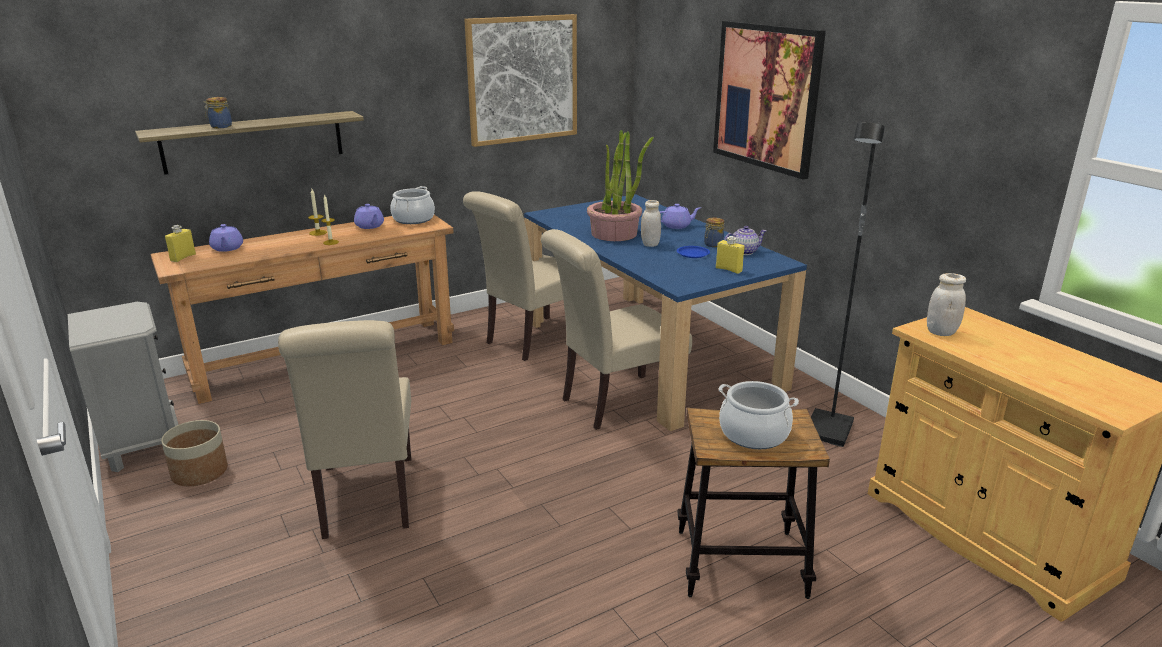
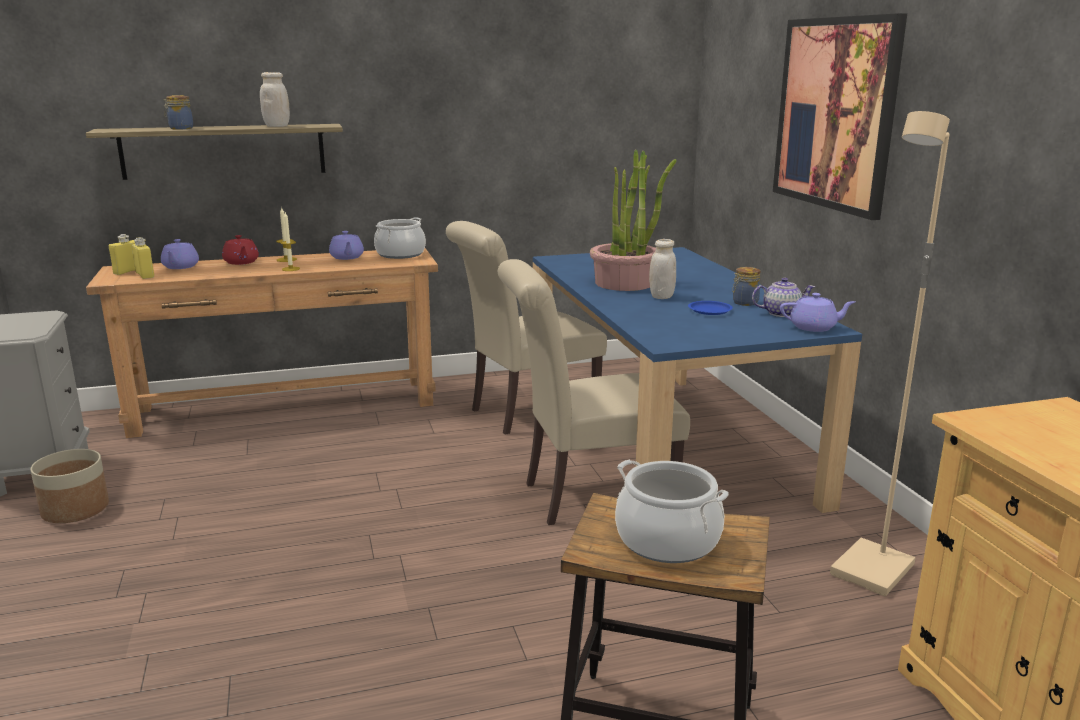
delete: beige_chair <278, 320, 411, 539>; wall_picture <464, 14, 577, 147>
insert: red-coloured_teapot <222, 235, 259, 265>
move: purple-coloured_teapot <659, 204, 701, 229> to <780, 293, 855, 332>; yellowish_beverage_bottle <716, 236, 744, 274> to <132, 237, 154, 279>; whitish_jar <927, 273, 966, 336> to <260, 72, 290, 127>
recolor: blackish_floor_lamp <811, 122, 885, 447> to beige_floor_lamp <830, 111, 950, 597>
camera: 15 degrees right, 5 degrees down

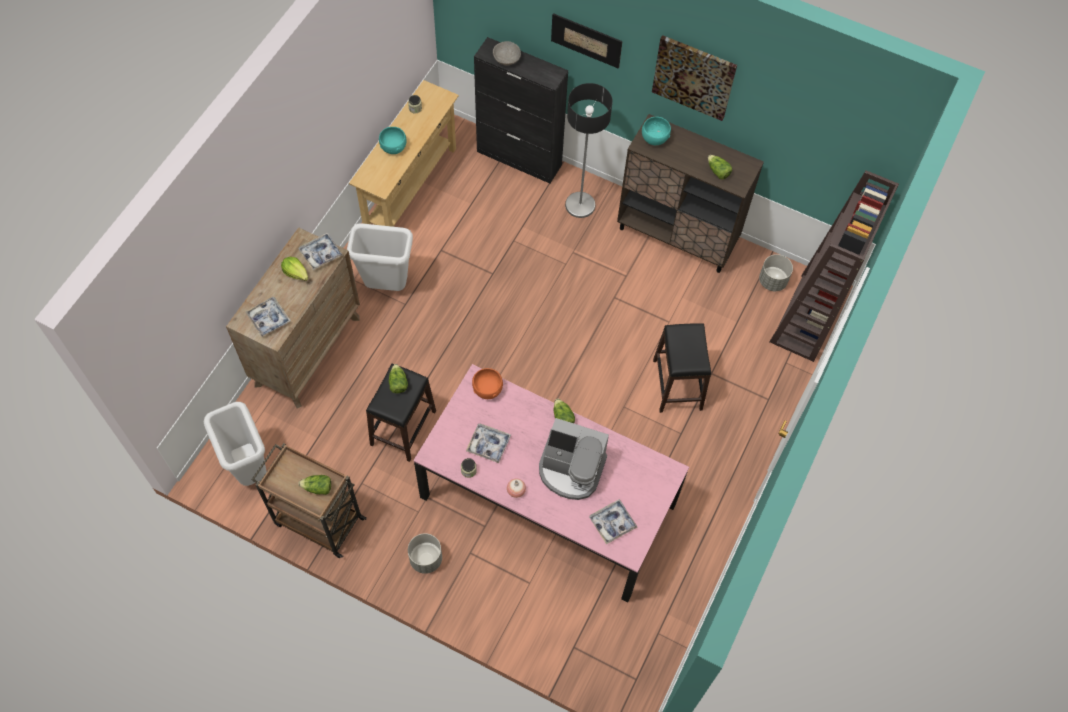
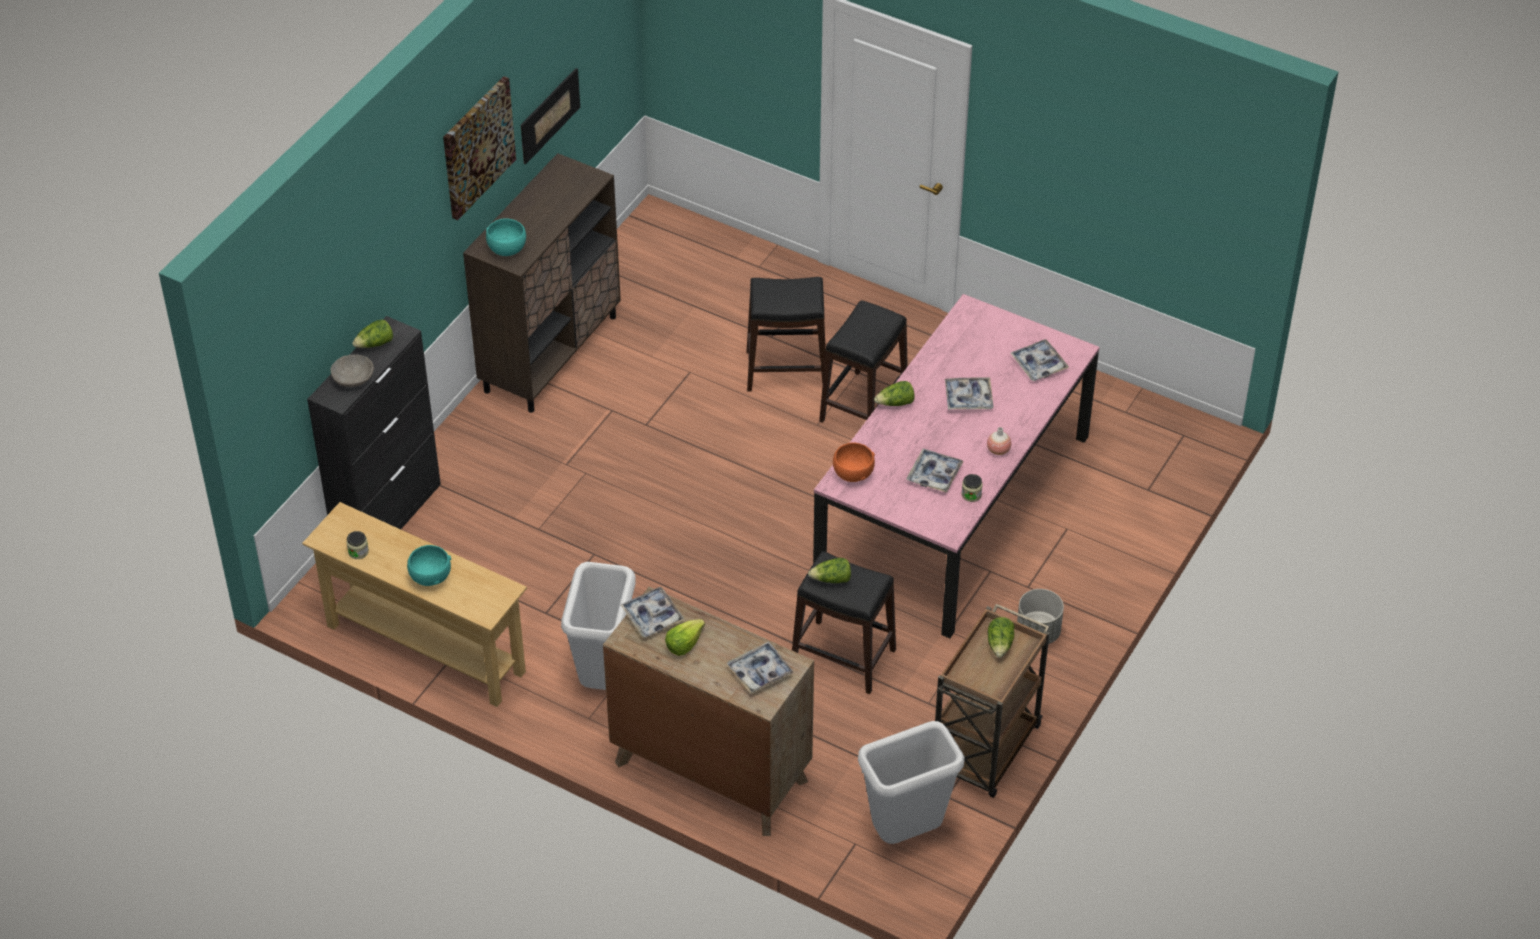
delete: floor_lamp <565, 83, 613, 218>; grey_planter <759, 254, 793, 291>; brownish_shelving_unit <770, 170, 899, 362>
insert: blackish_stool_seat <819, 300, 908, 423>
move: wall_picture <551, 13, 622, 69> to <521, 68, 580, 164>; head_of_lettuce <708, 155, 732, 180> to <352, 320, 393, 348>
replace: coffee_maker <539, 418, 609, 500> to tray <945, 377, 994, 410>
camera: 85 degrees left, 15 degrees down

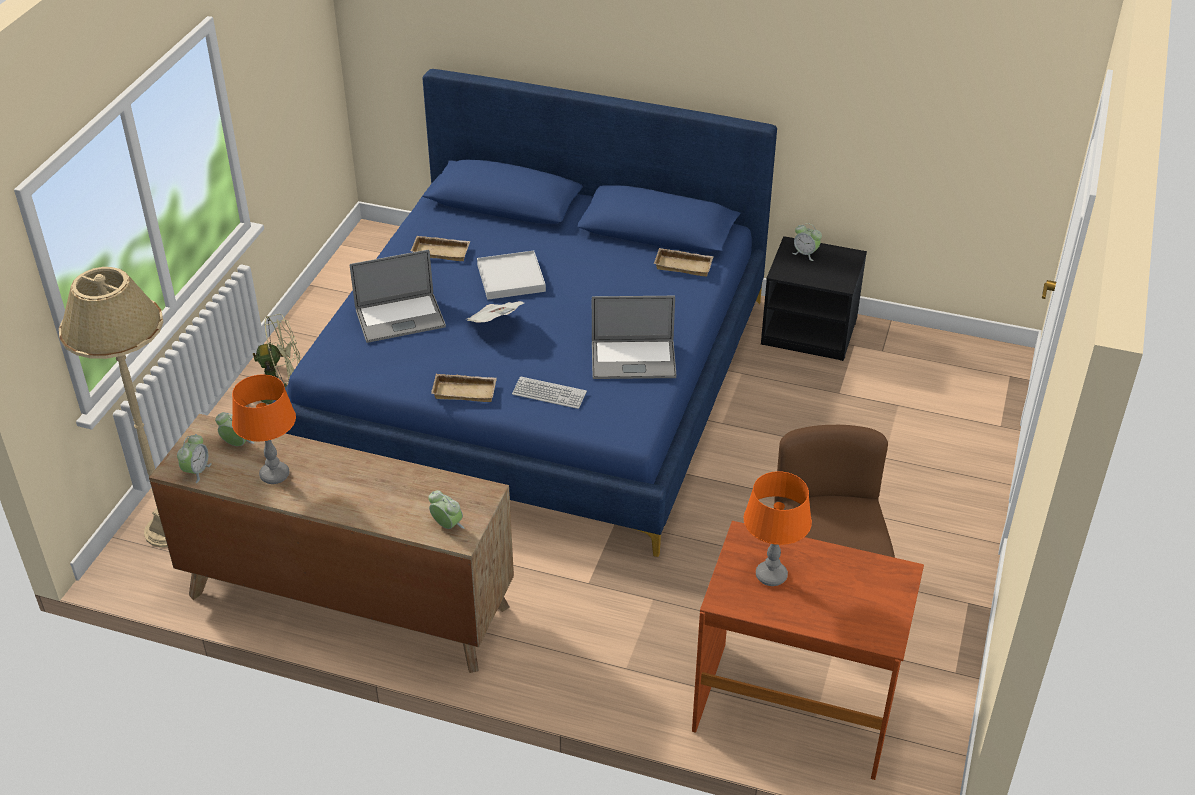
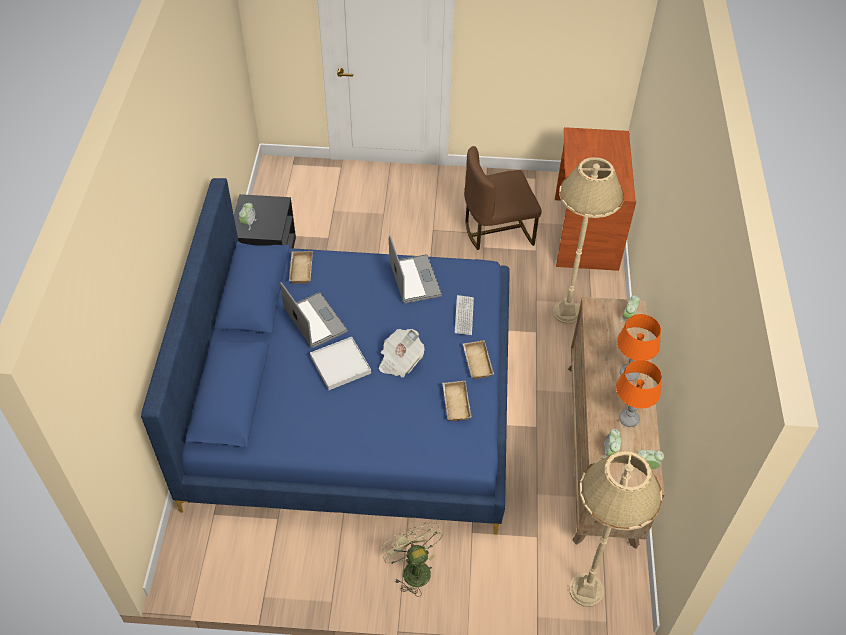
insert: beige_floor_lamp <553, 157, 624, 324>
move: laptop <350, 249, 446, 343> to <280, 282, 348, 348>; beige_tray <411, 236, 471, 261> to <442, 381, 472, 421>; orangey_lamp_for_a_table <744, 471, 812, 586> to <617, 314, 661, 381>
camera: 105 degrees left, 10 degrees up

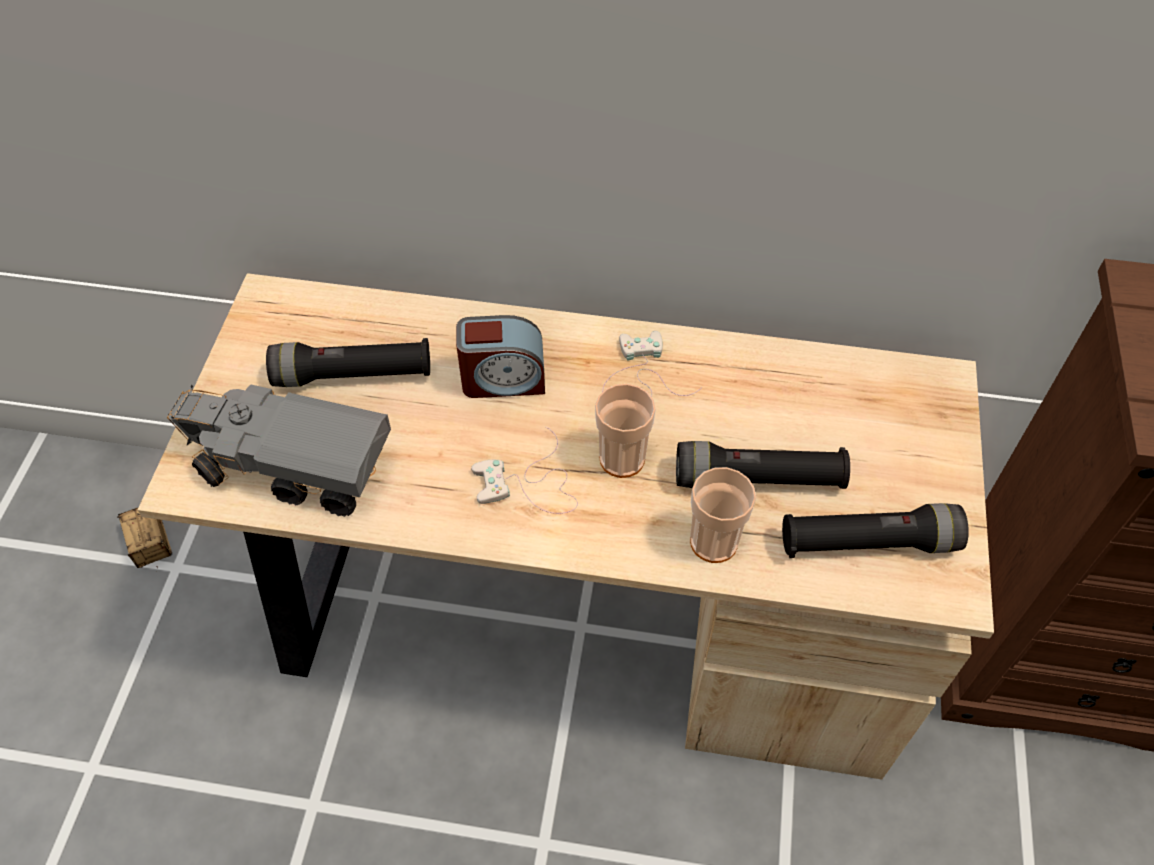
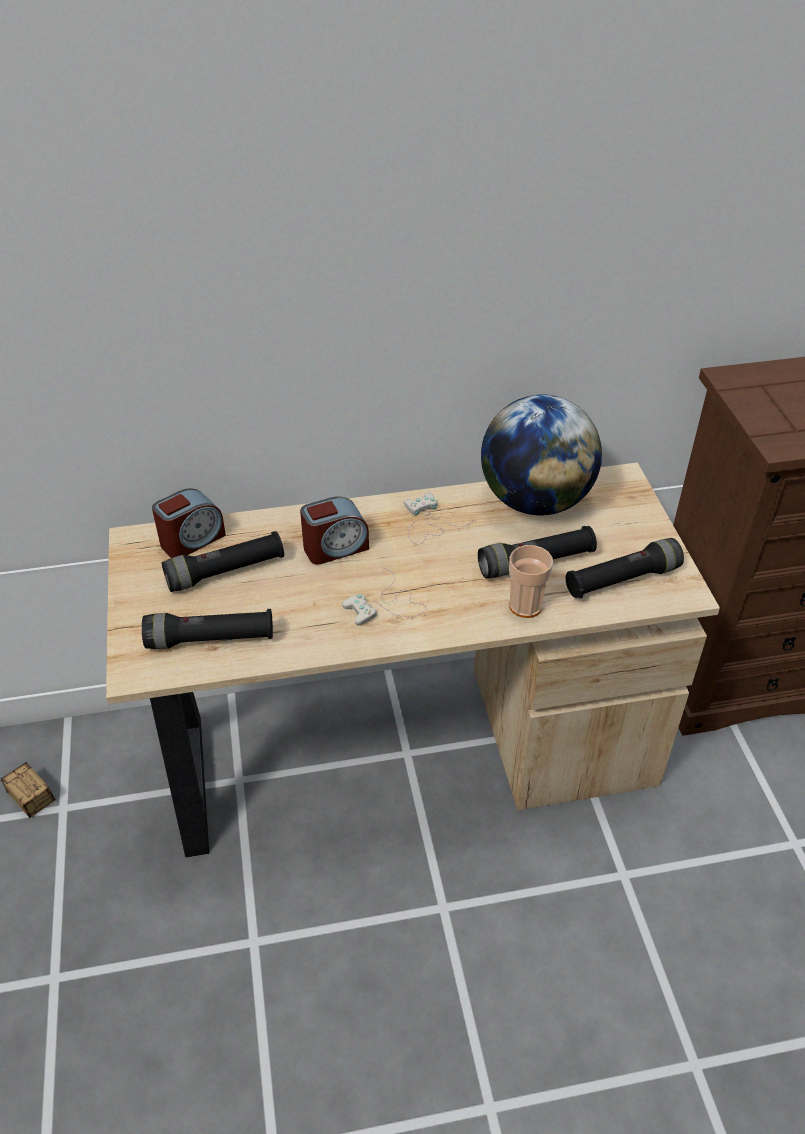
delete: small_cup <595, 384, 656, 478>
insert: bedside_clock <152, 488, 226, 558>; desk_globe <481, 394, 602, 515>
replace: toy_truck <167, 384, 391, 517> to blackish_flashlight <142, 609, 273, 649>
camera: 20 degrees left, 10 degrees down

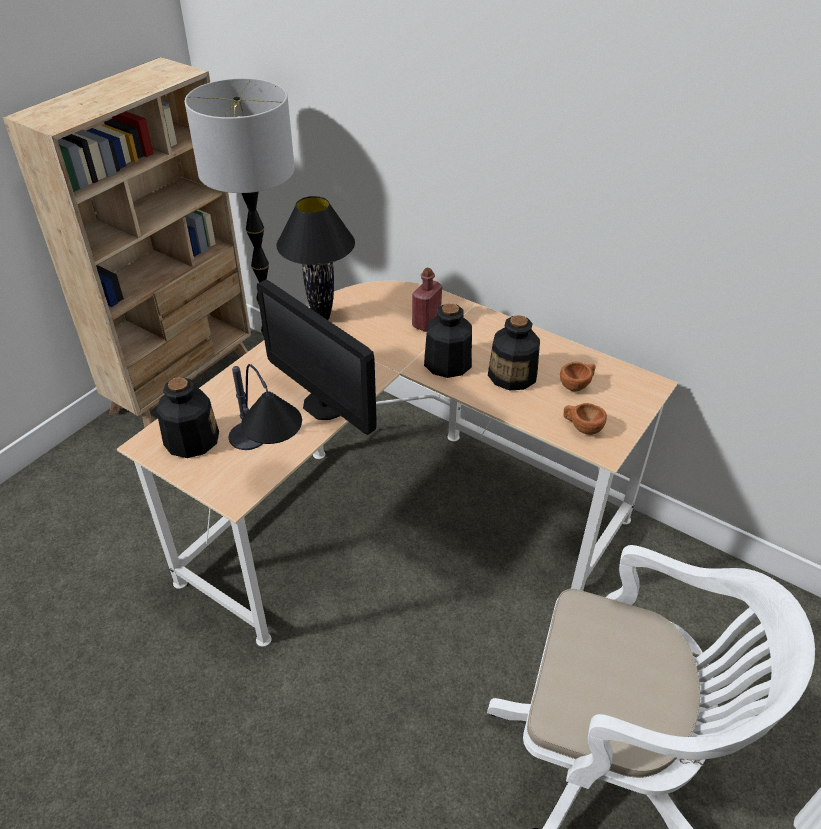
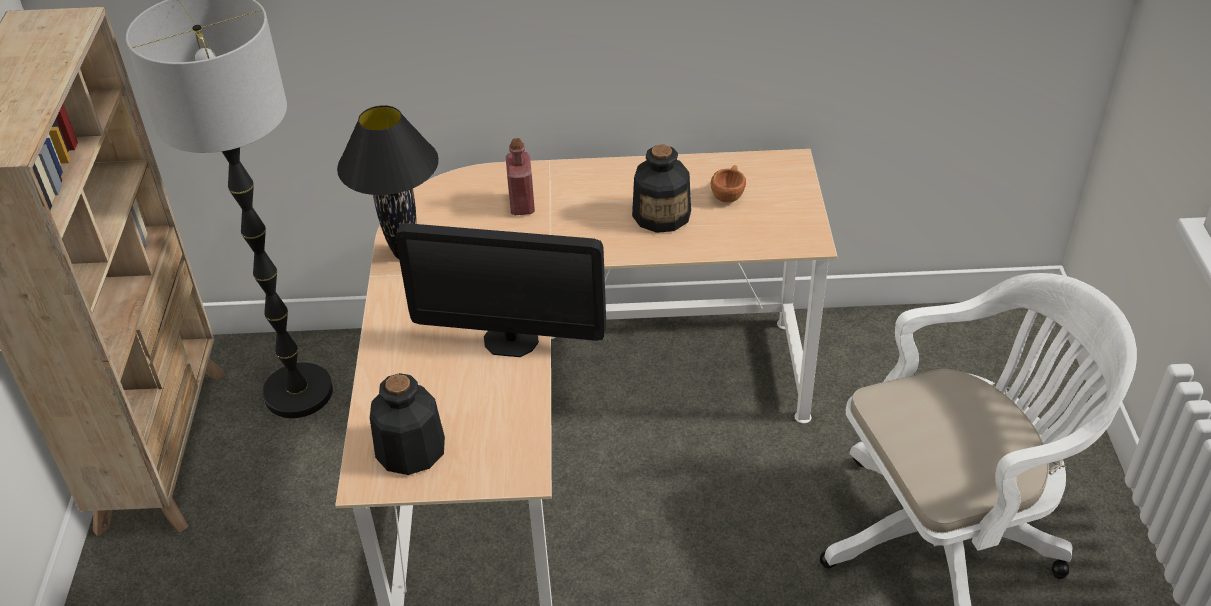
delete: lamp_for_a_table <229, 364, 302, 450>; beverage_bottle <424, 303, 472, 378>; brownish_small_cup <563, 403, 607, 435>
camera: 35 degrees left, 0 degrees up

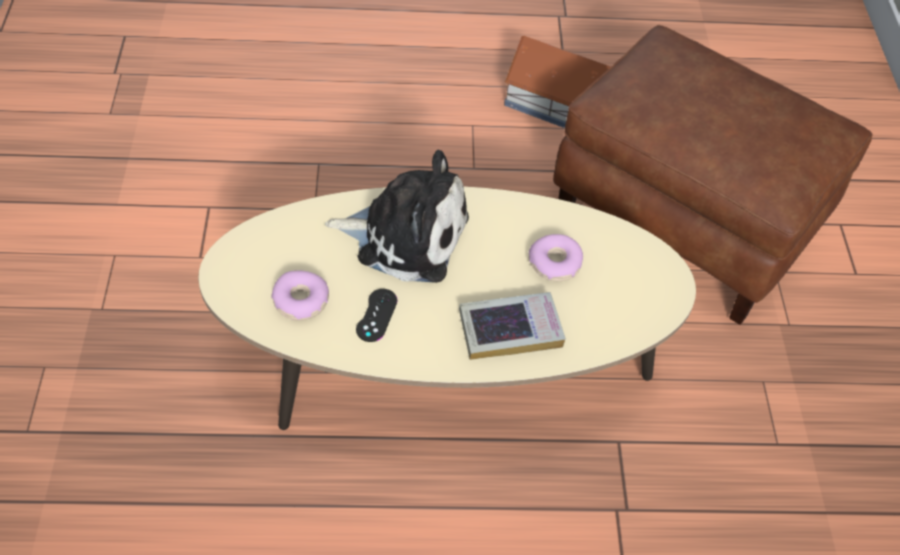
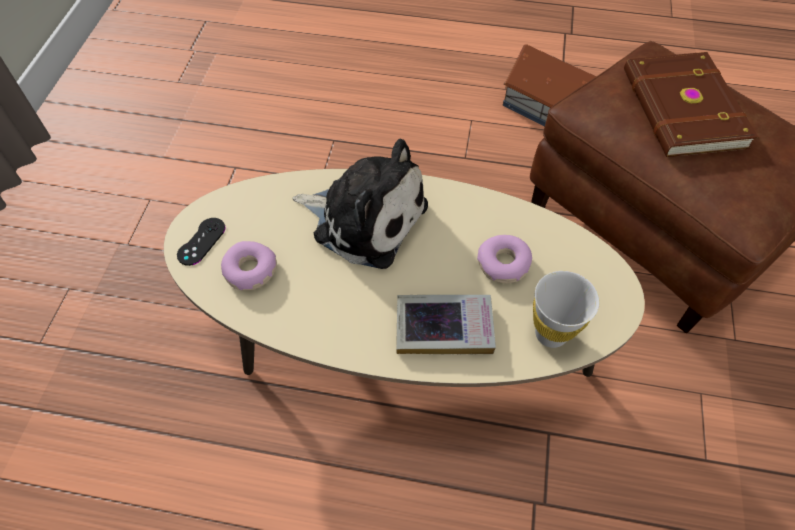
insert: whitish_small_cup <533, 271, 600, 348>; brownish_book <624, 52, 758, 157>
move: blackish_game_controller <356, 289, 397, 342> to <177, 218, 225, 266>
camera: 15 degrees right, 5 degrees up

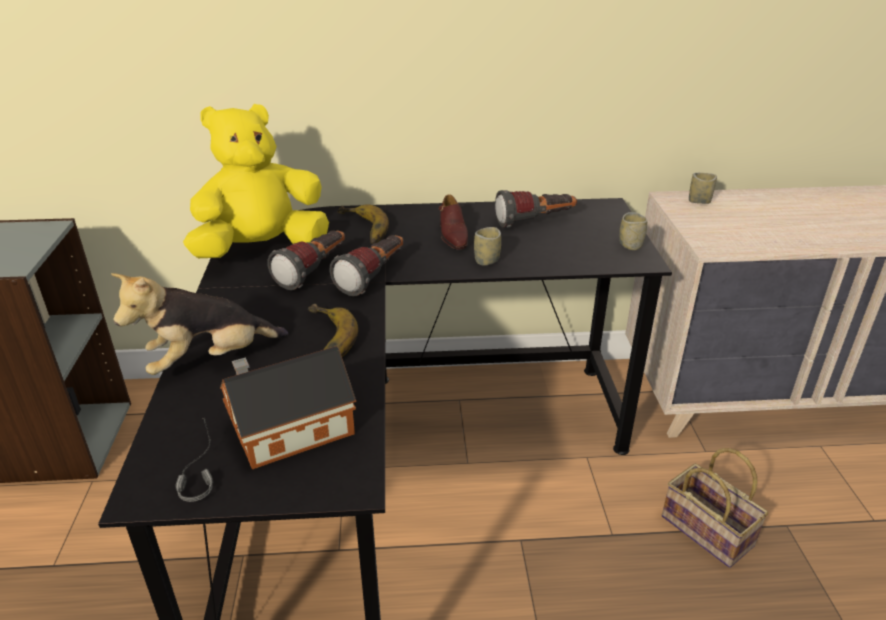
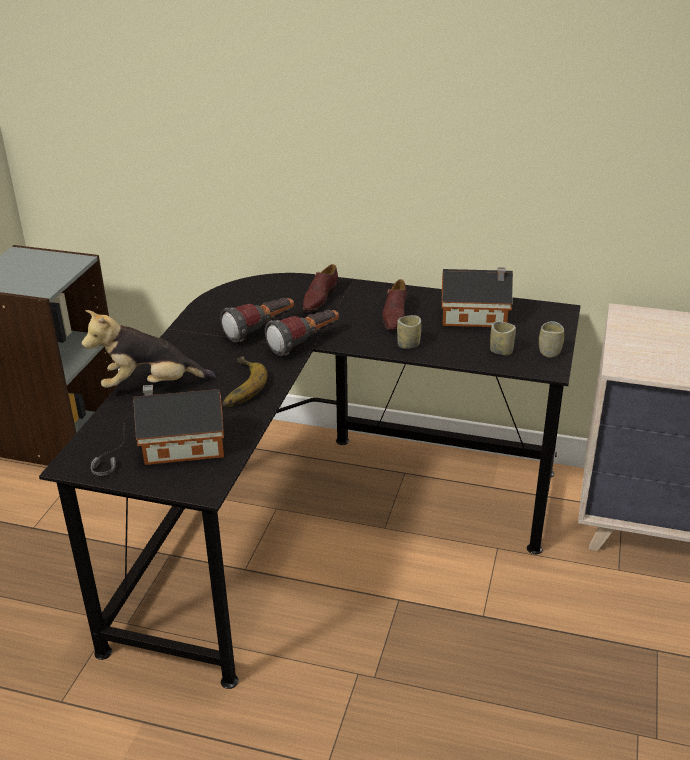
delete: yellowish_cuddly_toy <183, 104, 329, 258>; basket <662, 448, 768, 568>
move: small_cup <689, 173, 717, 204> to <490, 322, 516, 355>
replace: banana_fruit <337, 204, 389, 244> to brownish_shoe <303, 264, 338, 311>; flashlight <495, 190, 577, 228> to toy_house <442, 267, 513, 327>
camera: 20 degrees right, 0 degrees up

